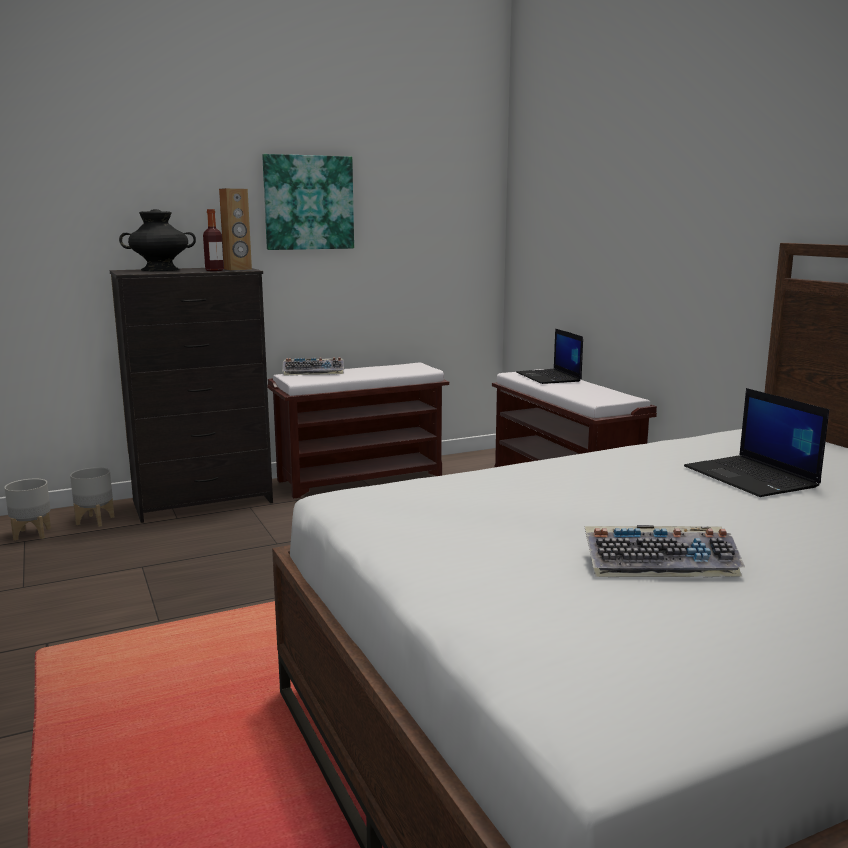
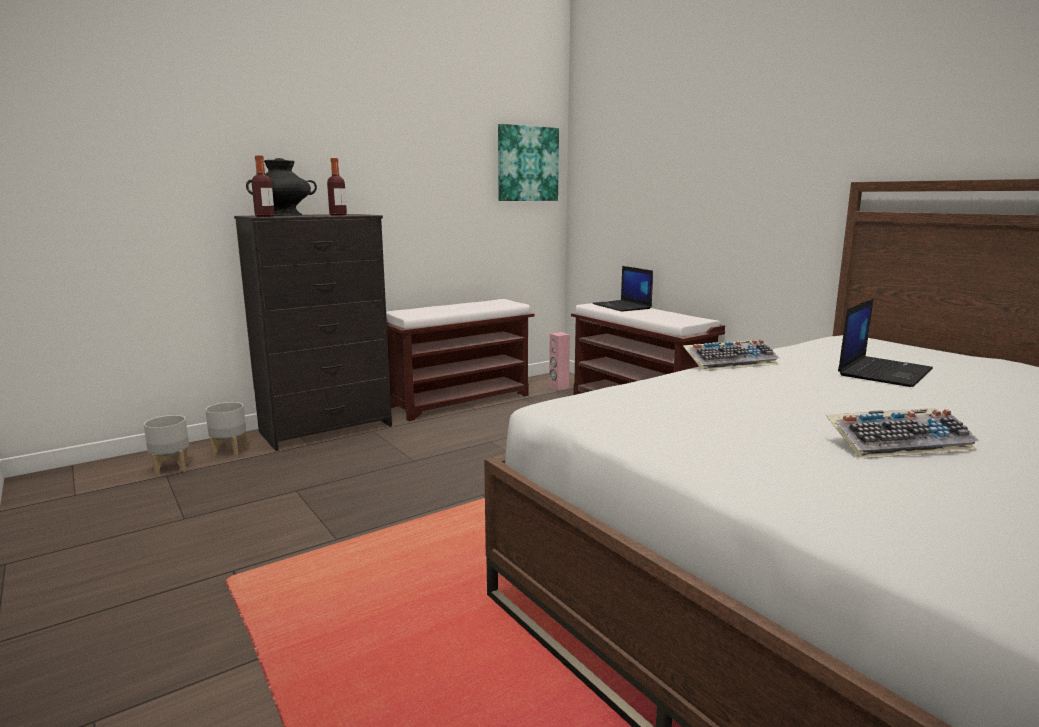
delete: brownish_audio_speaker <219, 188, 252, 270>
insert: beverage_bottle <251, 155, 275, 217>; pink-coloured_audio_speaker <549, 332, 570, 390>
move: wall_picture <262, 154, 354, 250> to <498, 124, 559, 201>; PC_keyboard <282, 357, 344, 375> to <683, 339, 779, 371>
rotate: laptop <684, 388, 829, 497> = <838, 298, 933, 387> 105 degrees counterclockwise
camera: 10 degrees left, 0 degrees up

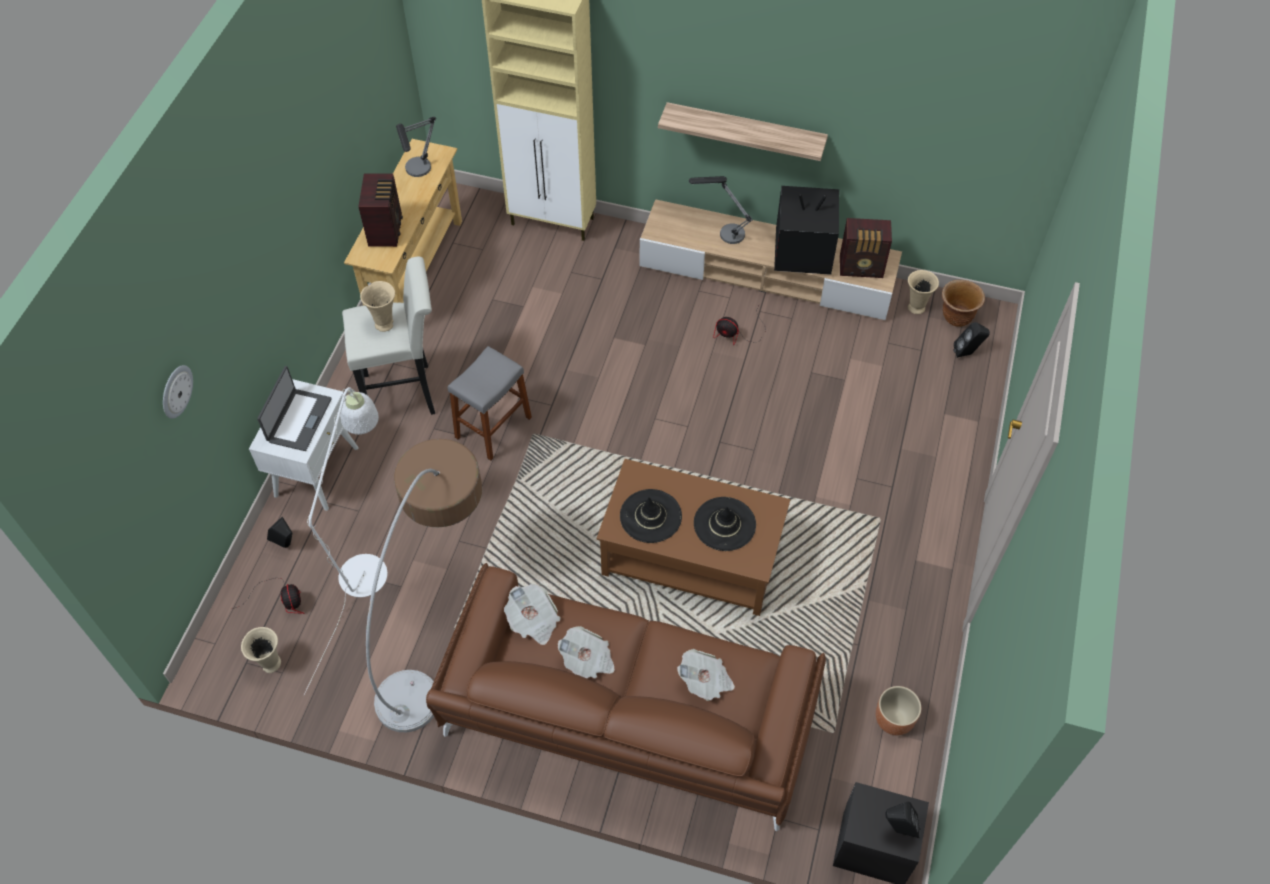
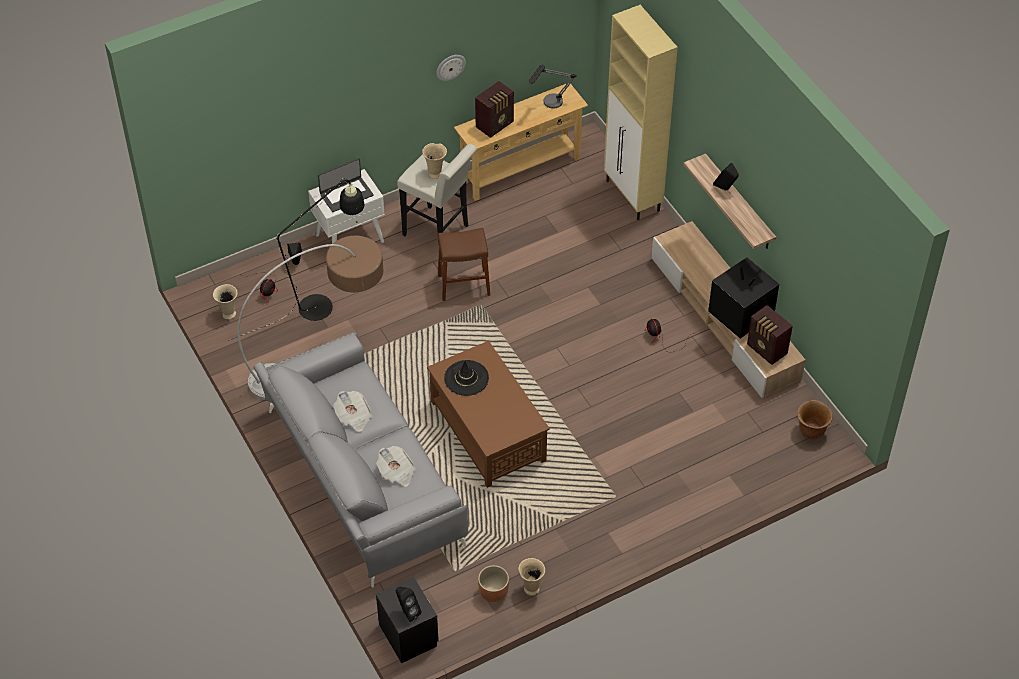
delete: printed_paper <504, 584, 561, 645>; lamp_for_a_table <689, 176, 753, 244>; blackish_clothing_hat <694, 497, 756, 551>
move: hanging_clock <163, 365, 193, 419> to <436, 55, 466, 81>; beige_flower_vase <908, 270, 939, 314> to <518, 558, 545, 596>; blackish_audio_speaker <954, 322, 990, 358> to <713, 163, 739, 191>
recolor: whitish_floor_lamp <304, 387, 388, 695> to blackish_floor_lamp <228, 178, 364, 341>; brownish_sofa <426, 563, 826, 831> to grey_sofa <253, 332, 468, 588>; grey_stool_seat <448, 346, 532, 461> to brownish_stool_seat <438, 228, 490, 301>
camera: 45 degrees right, 5 degrees down

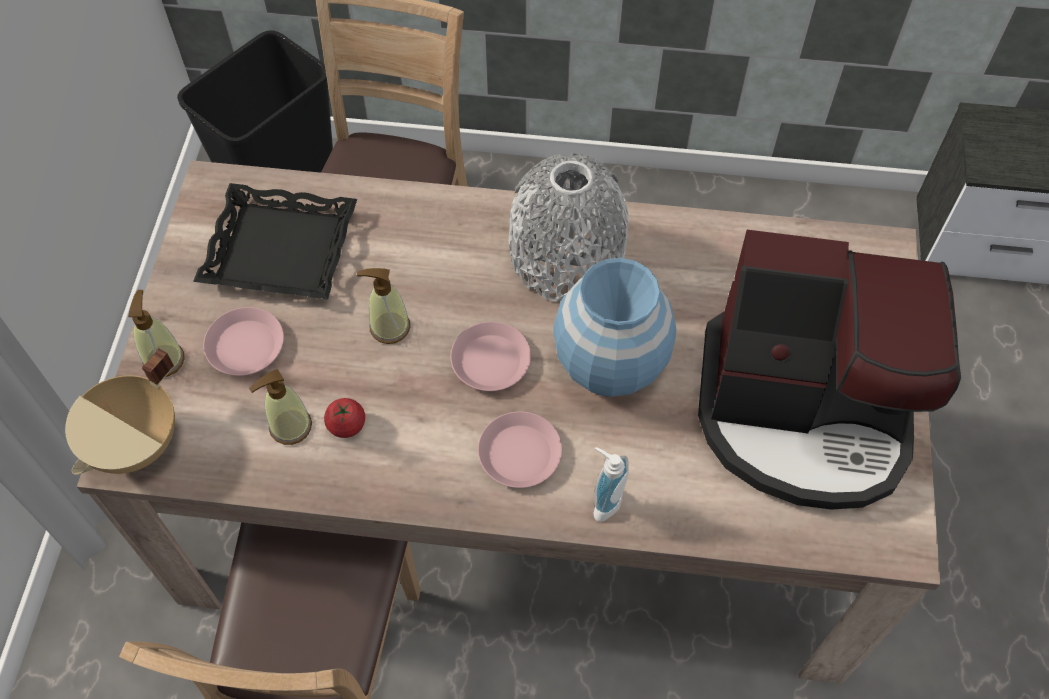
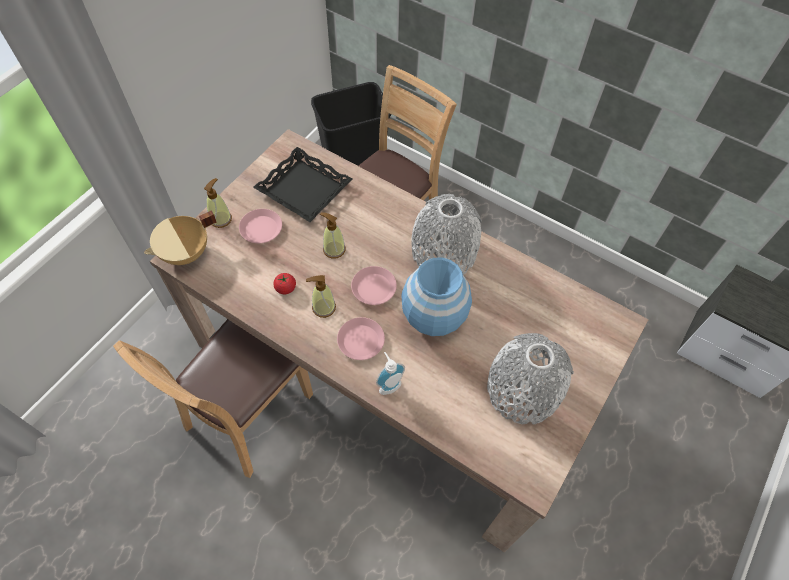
move: liquid_soap_bottle <249, 369, 312, 445> to <306, 275, 336, 318>
replace: coffee_maker <698, 230, 961, 510> to grey_flower_vase <487, 333, 574, 425>
camera: 25 degrees right, 0 degrees up

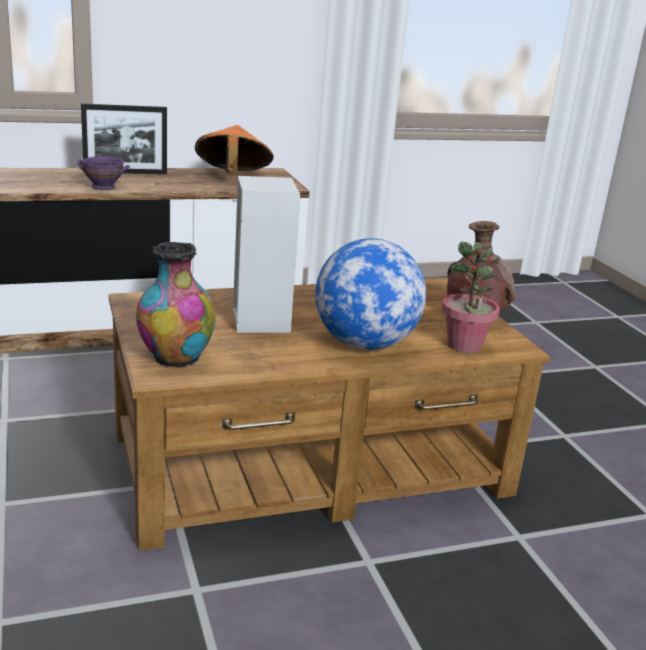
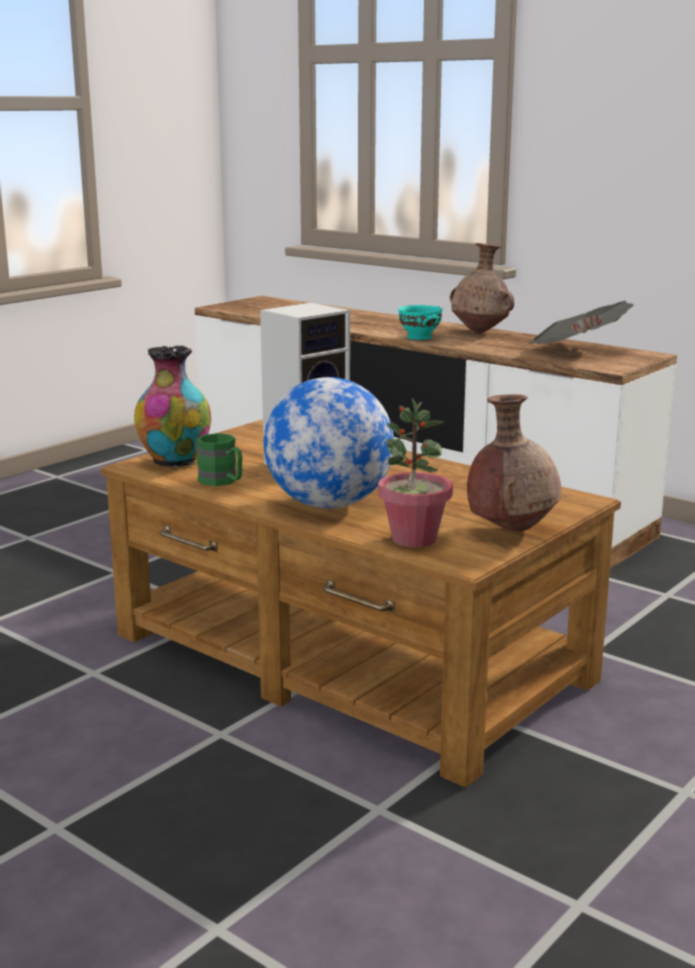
insert: green-coloured_coffee_mug <196, 433, 242, 486>
replace: standing_frame <81, 104, 167, 174> to brownish_flower_vase <450, 243, 514, 333>; orangey_clothing_hat <195, 125, 274, 173> to printed_paper <529, 301, 634, 344>
recolor: purple-coloured_deep_dish <77, 156, 130, 190> to turquoise_deep_dish <398, 305, 443, 340>
camera: 60 degrees right, 5 degrees down

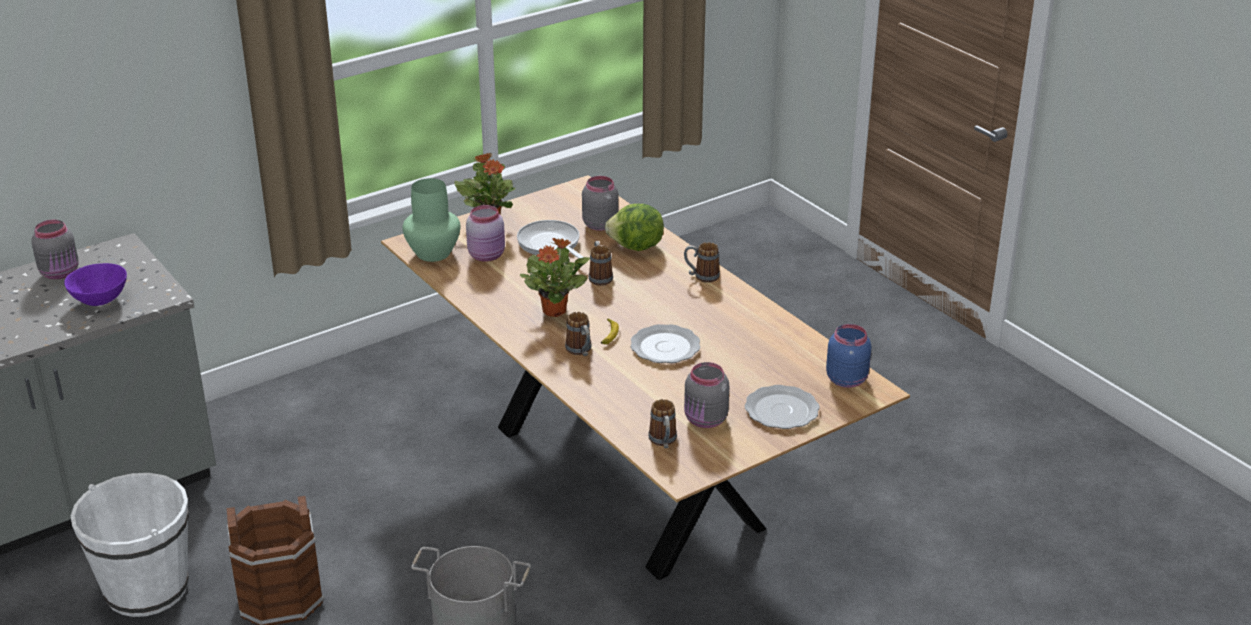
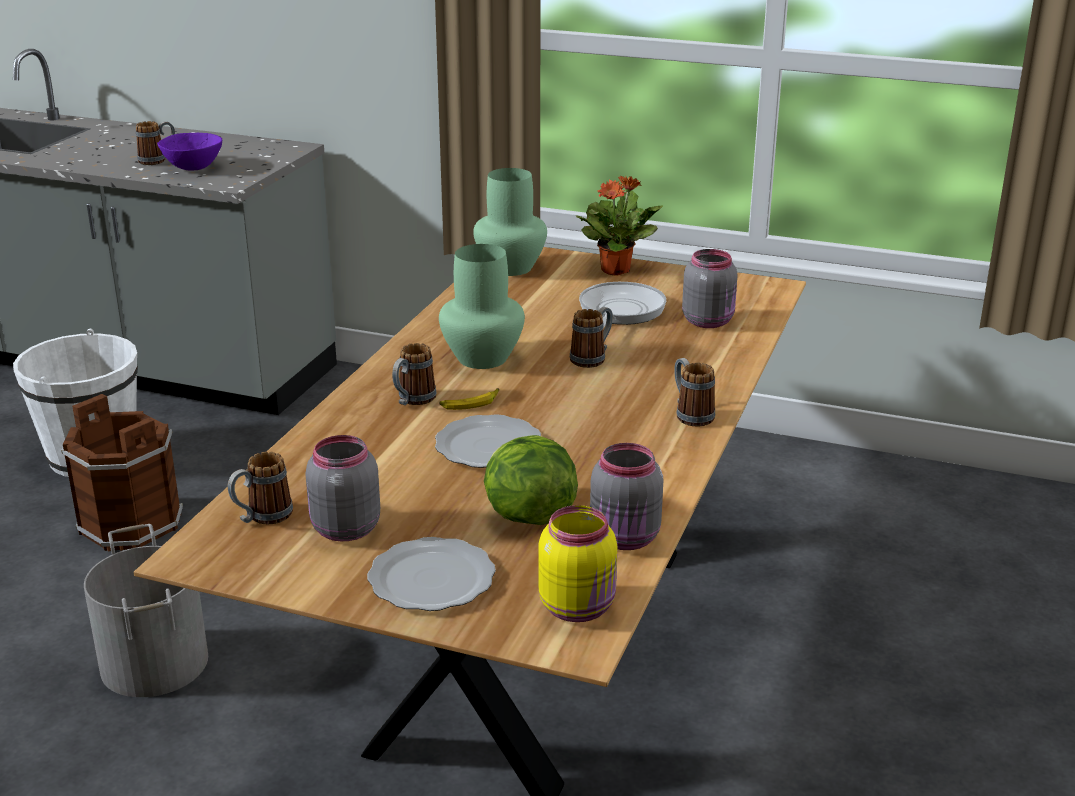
delete: pink-coloured_jar <466, 205, 505, 262>
insert: coffee_mug <136, 121, 175, 165>
move: grey_jar <32, 220, 79, 279> to <590, 443, 663, 550>; head_of_lettuce <605, 204, 664, 251> to <484, 435, 578, 525>
replace: houseplant <520, 238, 590, 317> to green-coloured_flower_vase <439, 244, 525, 369>
recolor: bluish_jar <826, 324, 871, 388> to yellowish_jar <538, 505, 617, 622>
camera: 55 degrees right, 5 degrees down

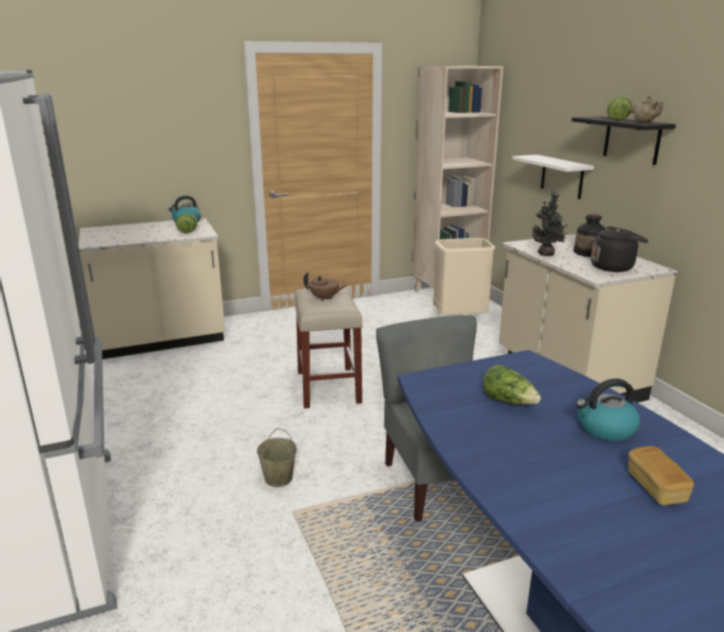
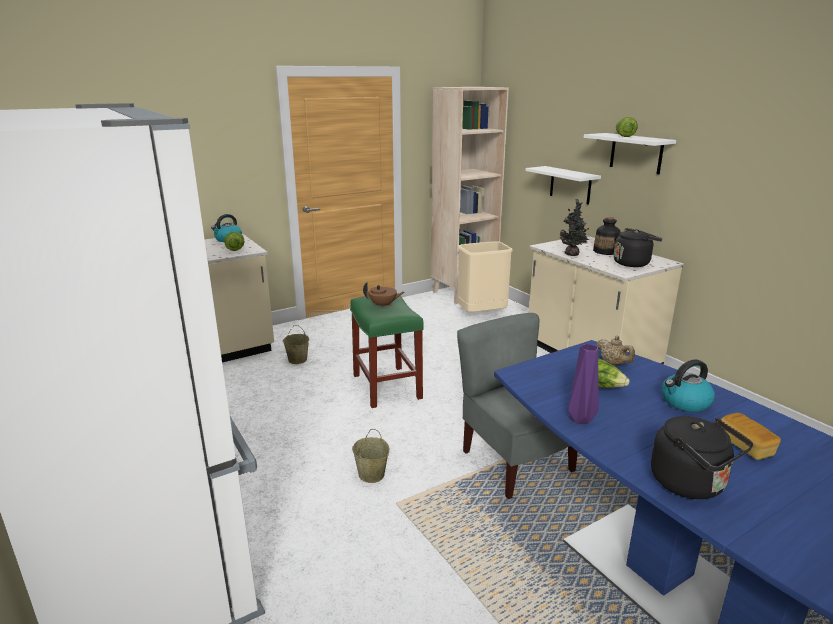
insert: beige_water_bucket <283, 325, 309, 364>; purple-coloured_flower_vase <568, 344, 599, 424>; blackish_tea_kettle <651, 416, 753, 499>
move: beige_teapot <630, 95, 663, 123> to <596, 335, 635, 365>
recolor: beige_stool_seat <294, 286, 363, 409> to green-coloured_stool_seat <350, 293, 424, 408>; blackish_shelf <571, 116, 676, 165> to whitish_shelf <584, 133, 676, 174>
camera: 10 degrees left, 0 degrees up

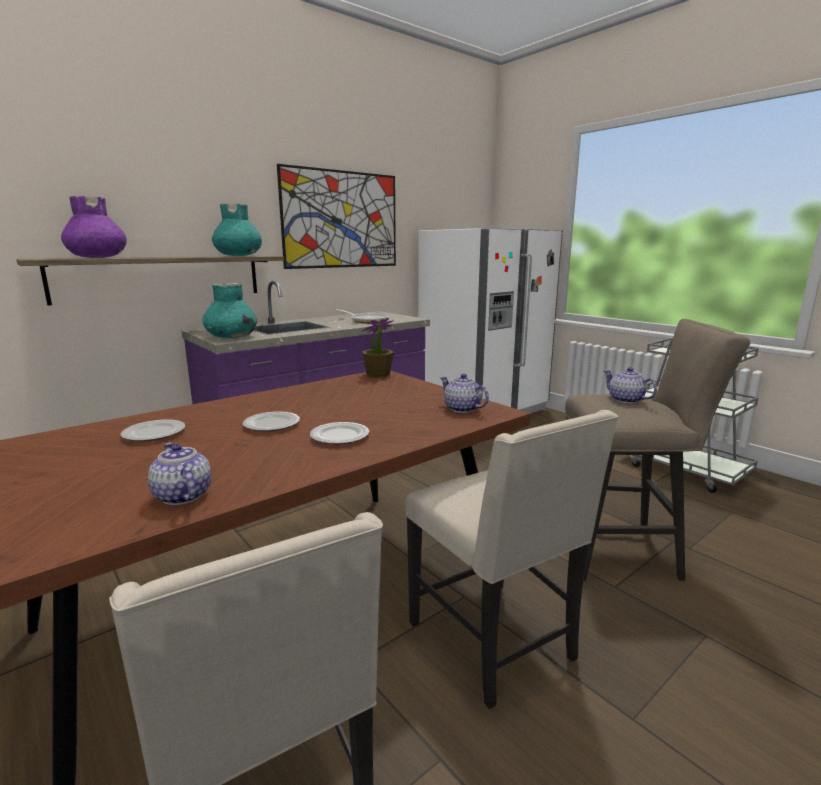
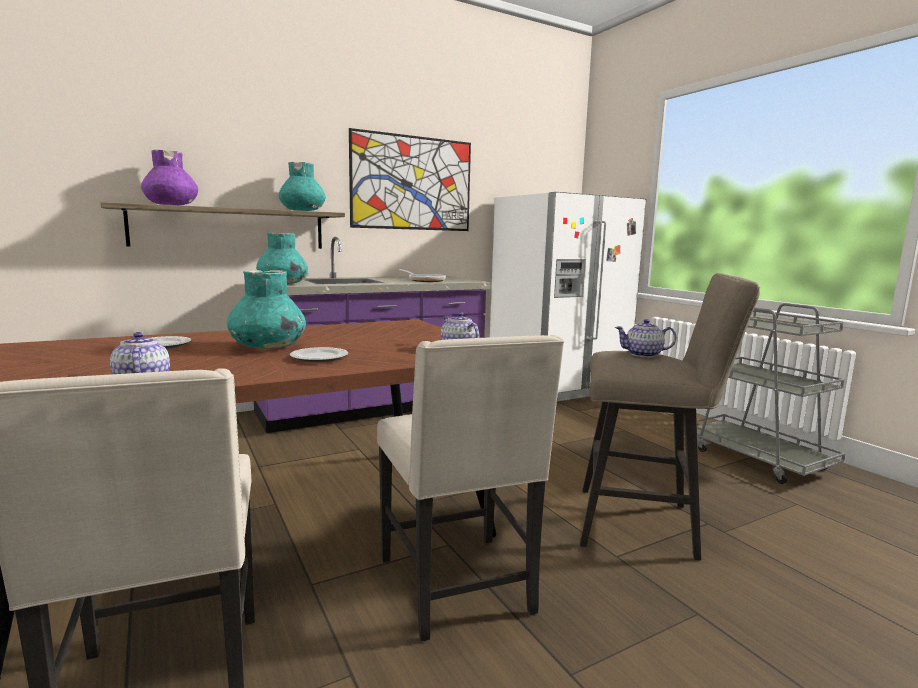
delete: houseplant <362, 318, 394, 377>
replace: plate <243, 412, 300, 432> to turquoise_flower_vase <227, 270, 306, 349>
rotate: teapot <603, 367, 657, 403> = <615, 319, 676, 358> 60 degrees counterclockwise
camera: 10 degrees right, 5 degrees down

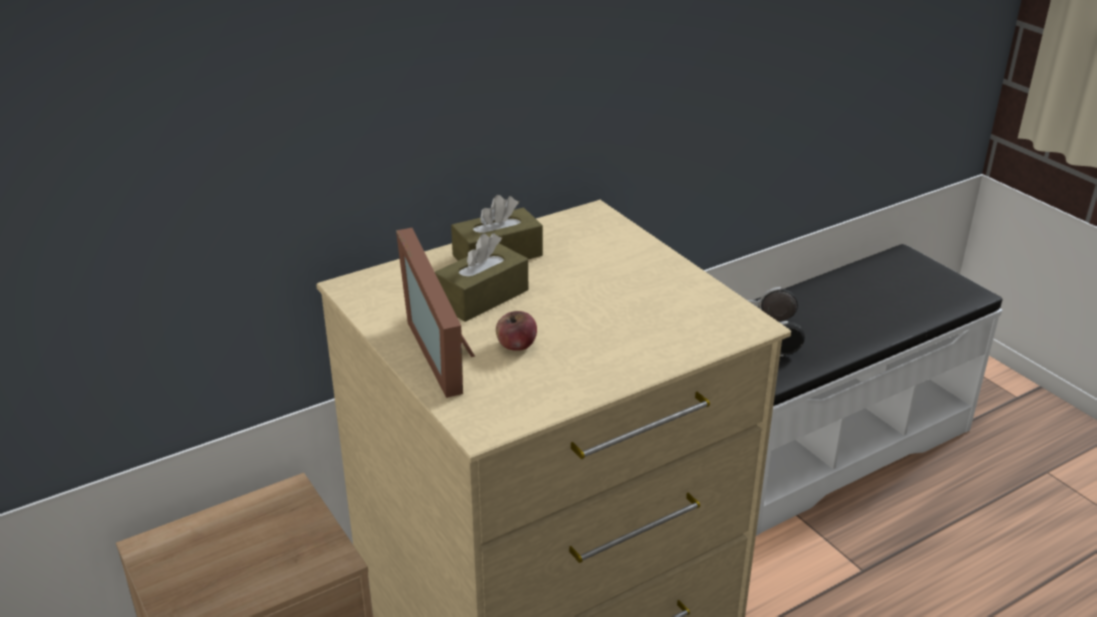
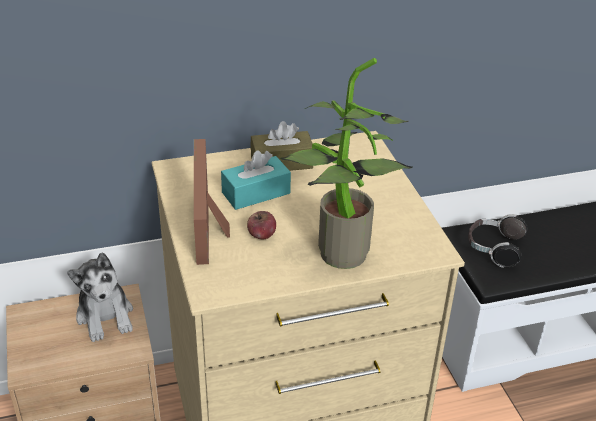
insert: cuddly_toy <67, 252, 133, 342>; houseplant <280, 58, 413, 269>
recolor: brownish_box_of_tissues <435, 233, 528, 322> to turquoise_box_of_tissues <221, 150, 291, 210>
camera: 15 degrees right, 5 degrees up

